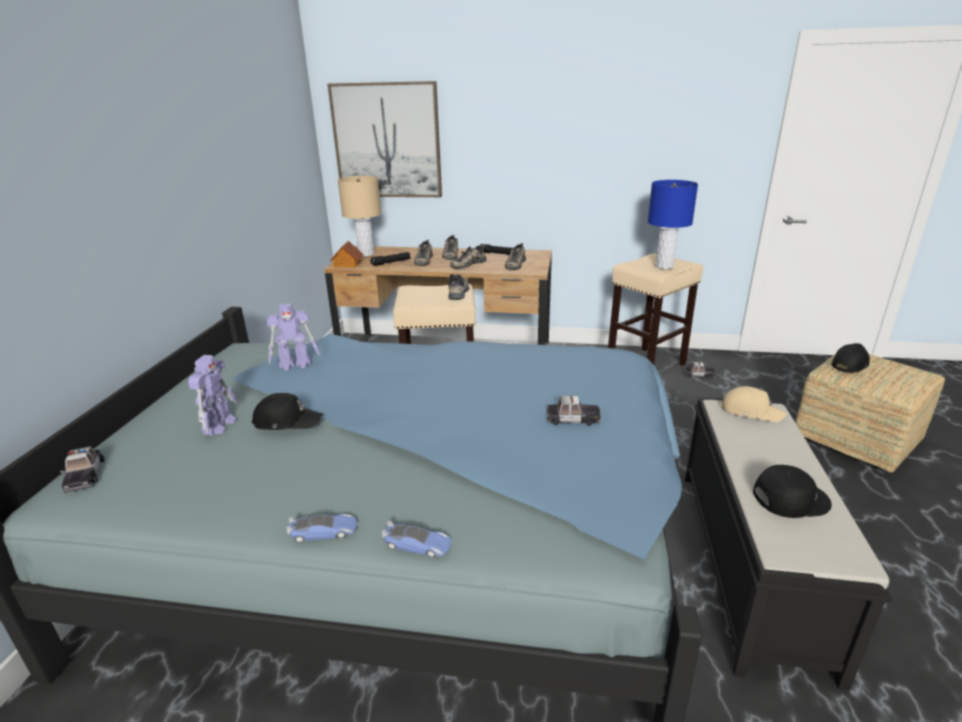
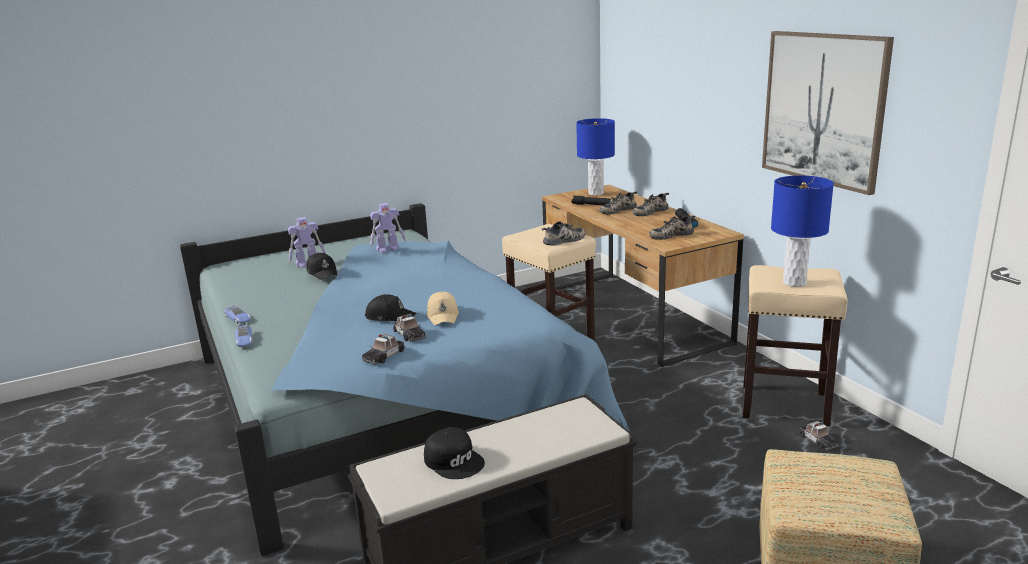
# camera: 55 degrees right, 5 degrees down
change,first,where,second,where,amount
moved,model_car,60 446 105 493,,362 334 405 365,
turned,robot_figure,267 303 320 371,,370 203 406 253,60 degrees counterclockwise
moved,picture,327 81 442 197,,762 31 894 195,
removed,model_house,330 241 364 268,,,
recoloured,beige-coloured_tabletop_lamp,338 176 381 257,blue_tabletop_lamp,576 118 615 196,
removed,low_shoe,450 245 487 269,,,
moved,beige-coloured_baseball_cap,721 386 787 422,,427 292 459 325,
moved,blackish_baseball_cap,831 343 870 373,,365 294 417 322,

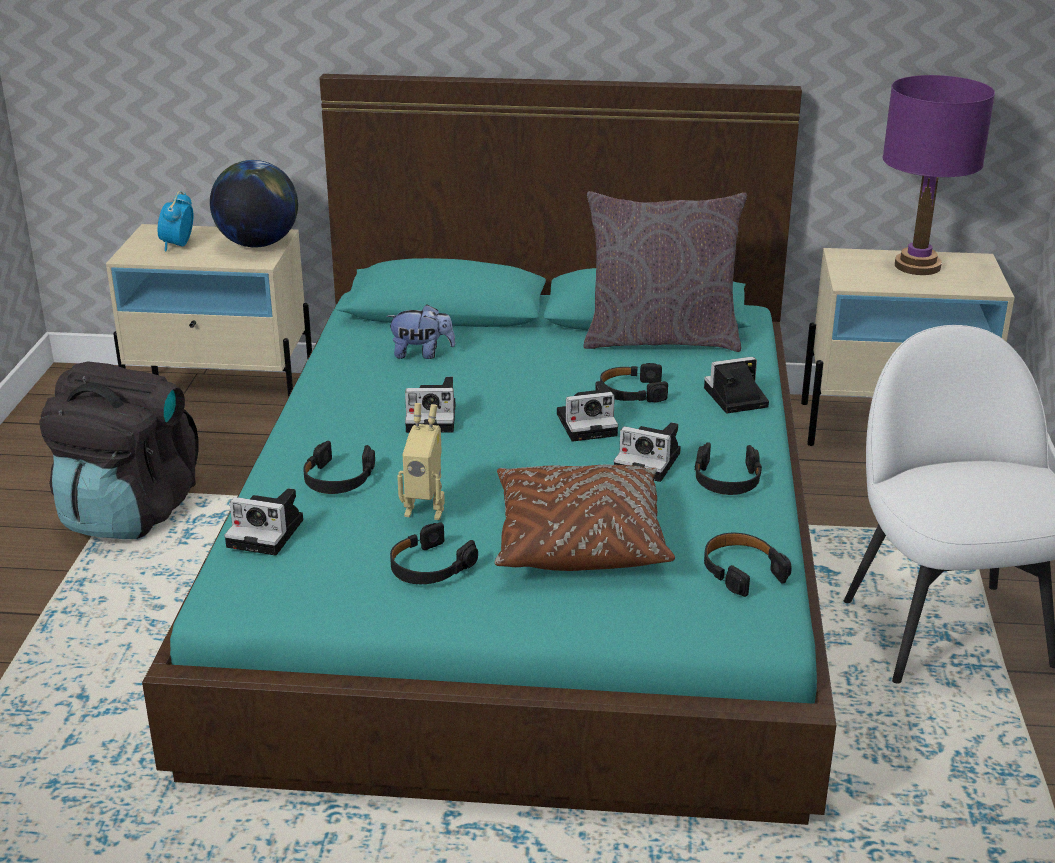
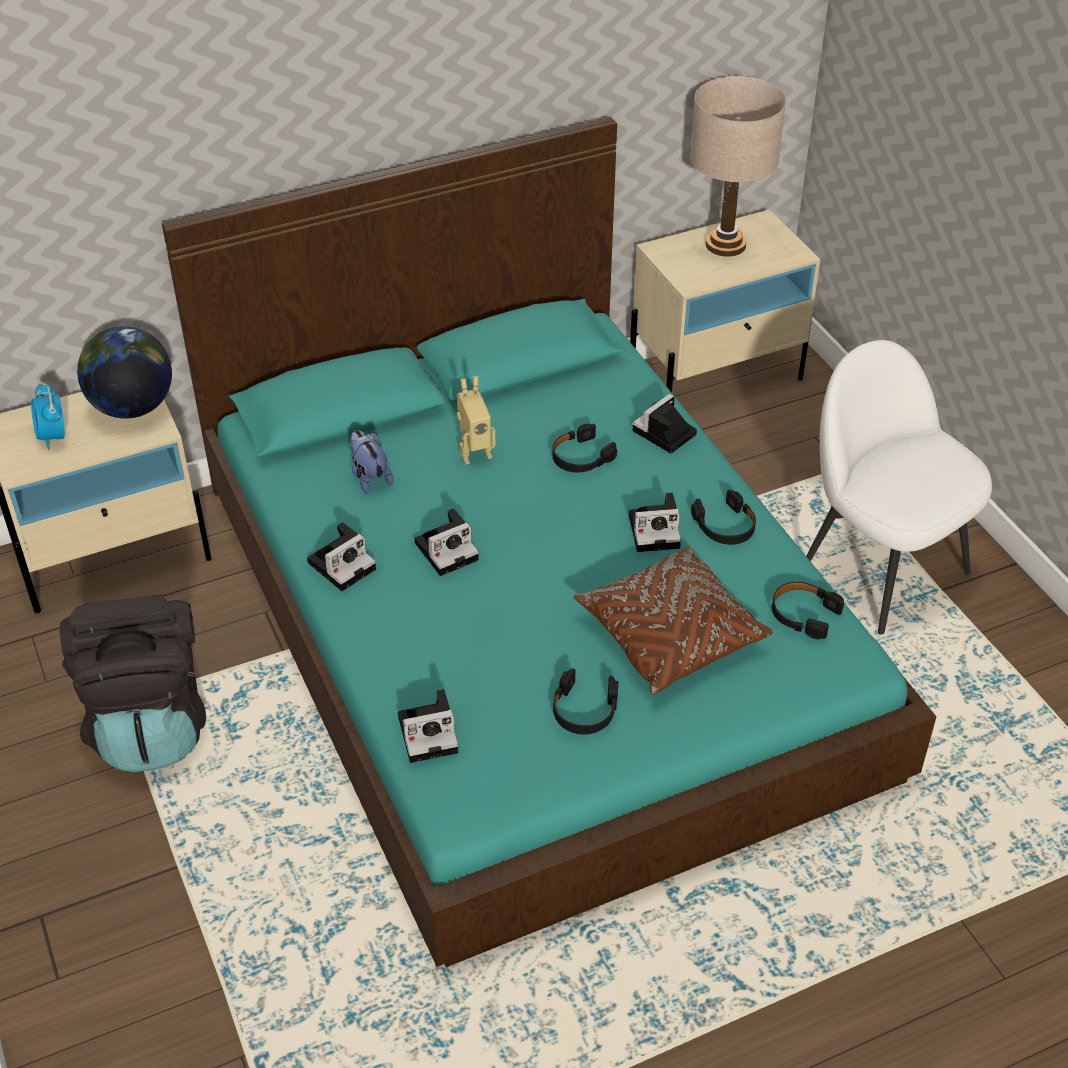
# camera: 30 degrees left, 15 degrees up
change,first,where,second,where,amount
removed,blackish_pair_of_headphones,303 441 375 494,,,
turned,cuddly_toy,386 304 455 359,,350 430 394 494,90 degrees counterclockwise
moved,robot_figure,397 403 445 520,,457 376 496 465,
moved,photo_camera,557 381 618 442,,307 522 376 591,
removed,gray_throw_pillow,583 191 747 352,,,
recoloured,purple_tabletop_lamp,882 75 995 275,beige-coloured_tabletop_lamp,690 76 786 257,

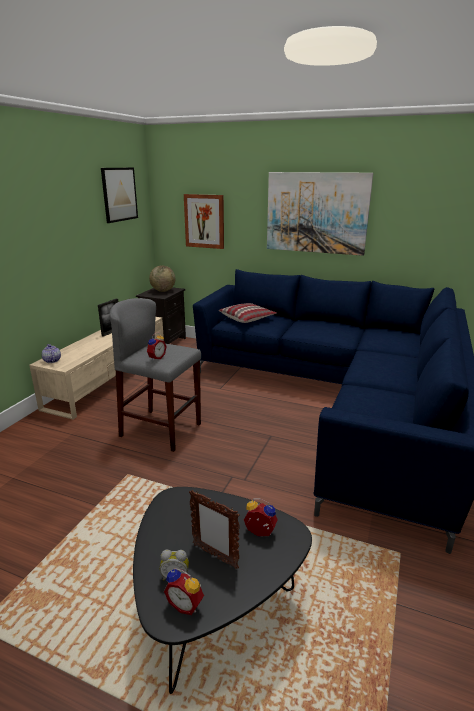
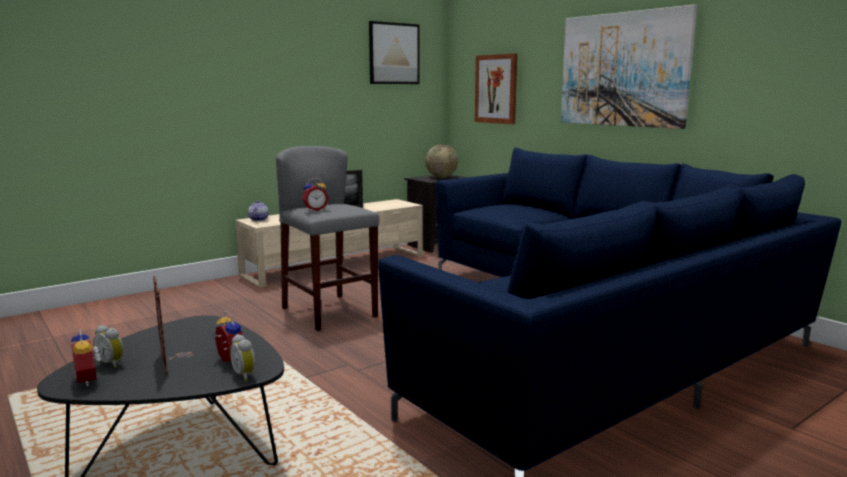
# camera: 30 degrees right, 10 degrees down
change,first,where,second,where,amount
removed,throw_pillow,219 303 277 323,,,
added,,,alarm_clock,230 334 255 381,

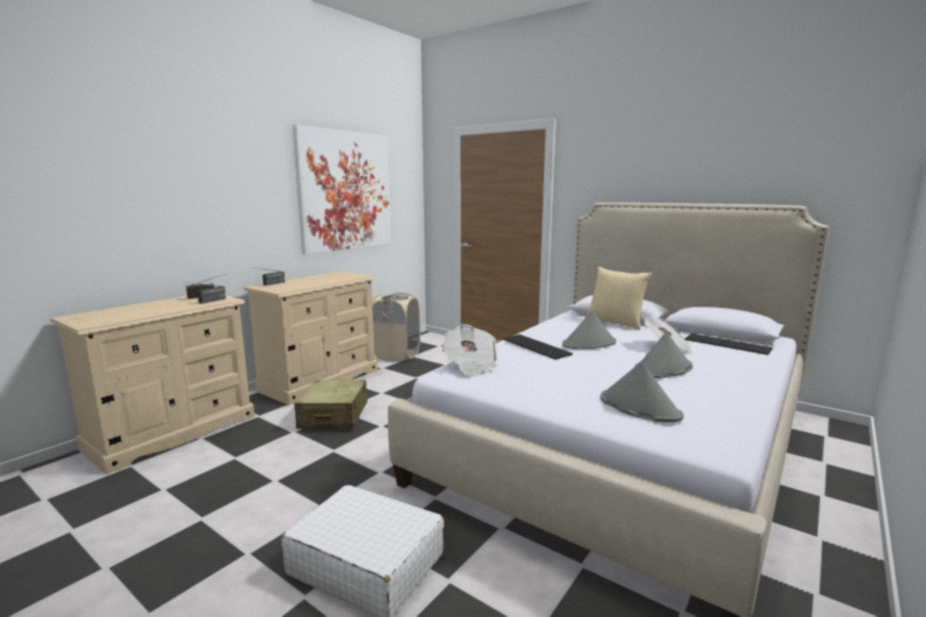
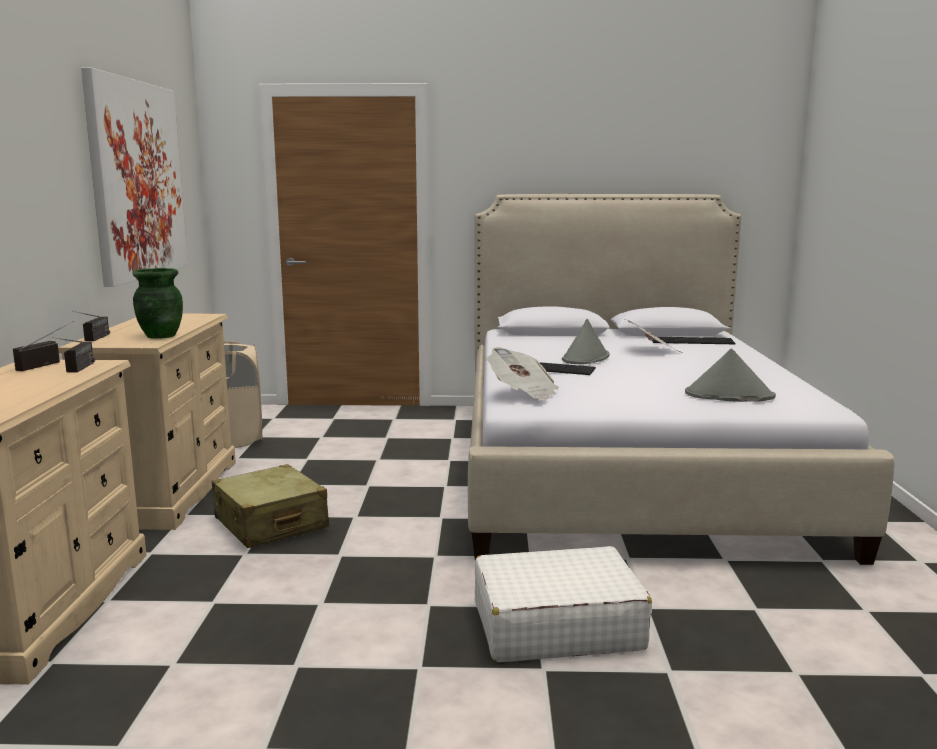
# camera: 35 degrees left, 0 degrees up
change,first,where,second,where,amount
removed,throw_pillow,586 267 653 330,,,
removed,gray_clothing_hat,634 332 693 379,,,
added,,,greenish_vase,132 268 183 339,

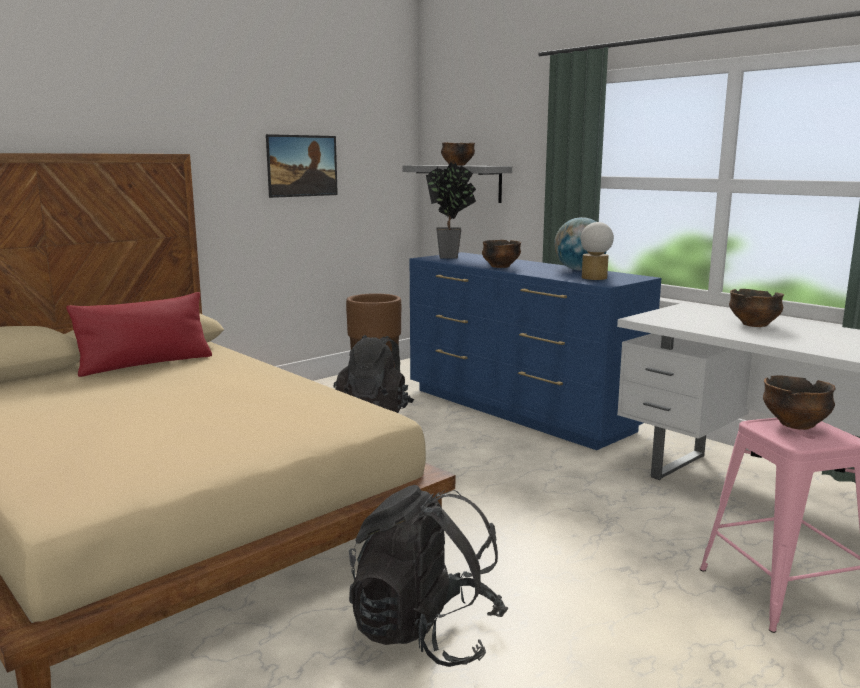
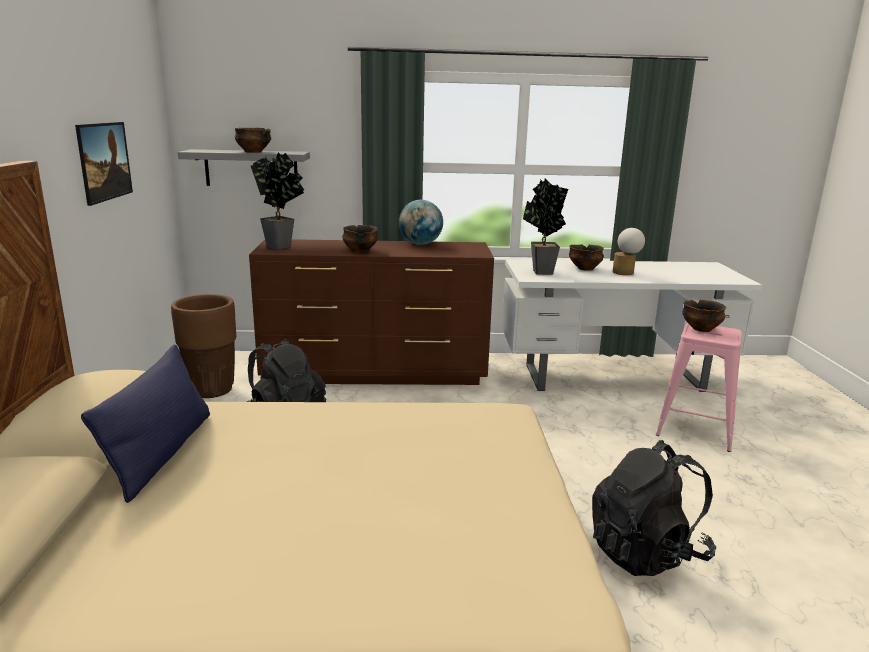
# camera: 50 degrees left, 5 degrees up
change,first,where,second,where,amount
recoloured,red_throw_pillow,66 292 212 377,blue_throw_pillow,81 344 210 503,
recoloured,blue_chest_of_drawers,410 252 661 450,brownish_chest_of_drawers,249 239 494 385,
moved,tabletop_lamp,581 222 614 280,,613 228 645 275,
added,,,plant_in_a_pot,523 179 568 275,

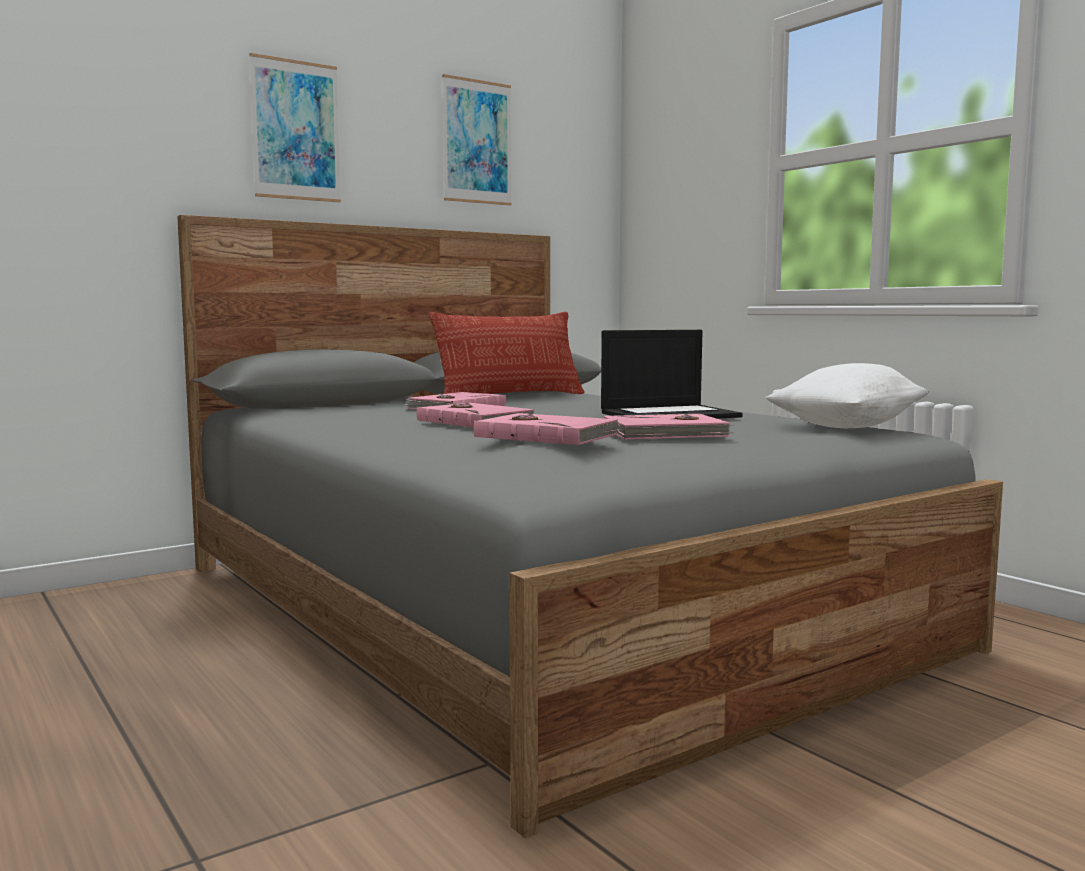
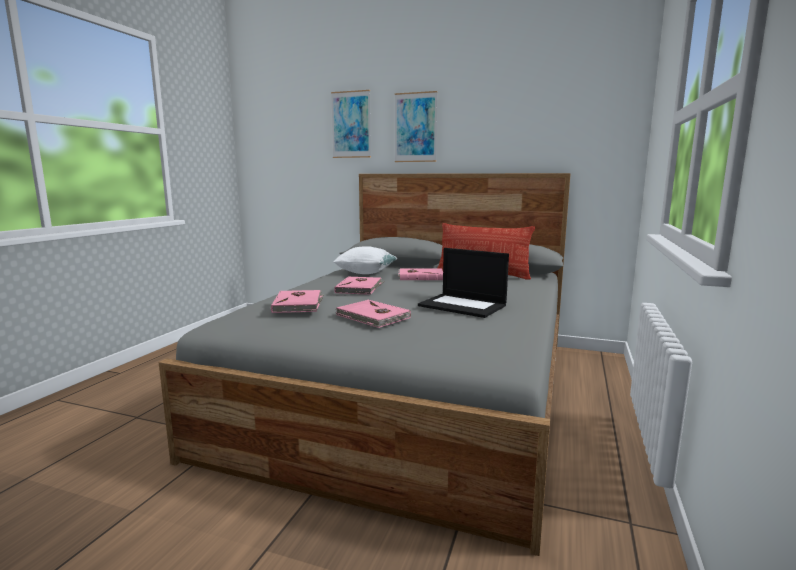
# camera: 55 degrees right, 5 degrees up
change,first,where,second,where,amount
moved,picture,442 74 512 206,,331 90 371 158,
moved,white_throw_pillow,765 363 929 428,,333 246 397 274,

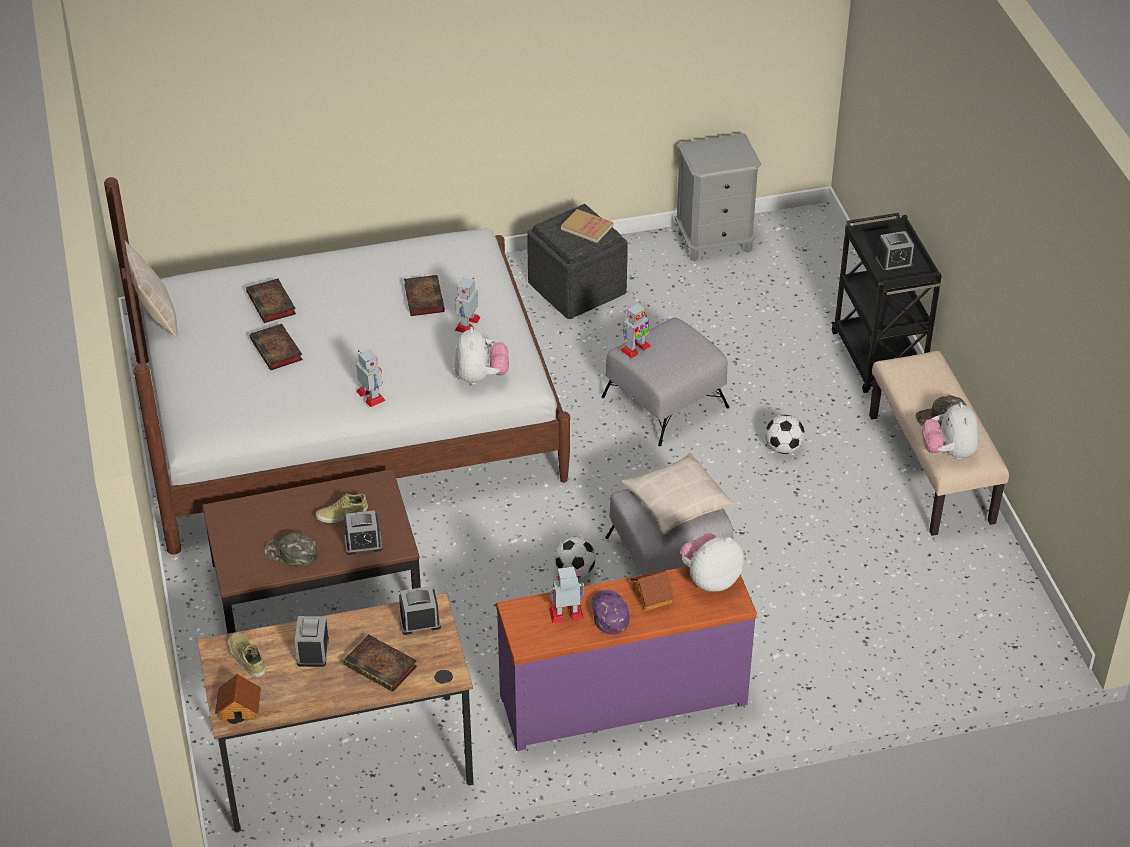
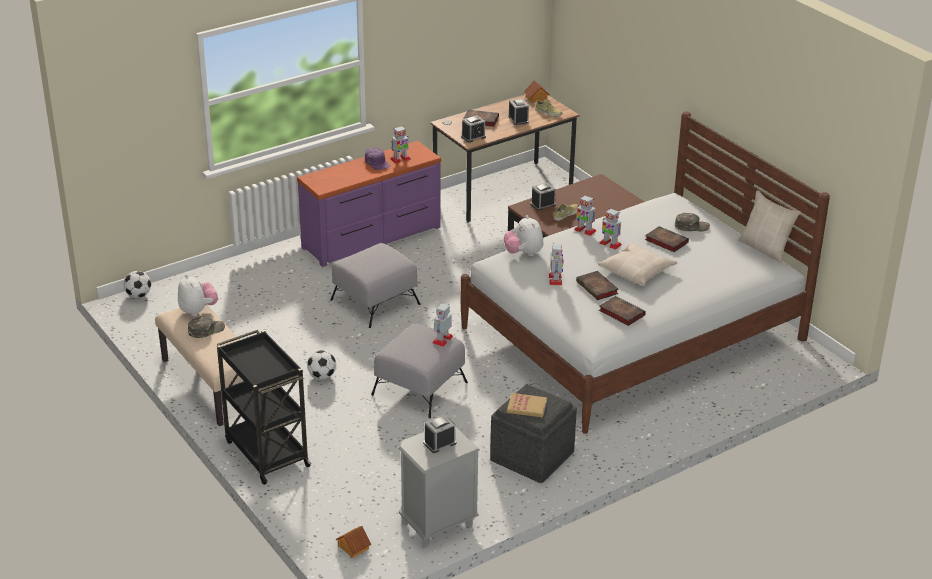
# camera: 160 degrees right, 10 degrees down
change,first,where,second,where,amount
moved,volume,246 279 296 323,,599 296 646 326,
moved,greenish_baseball_cap,264 533 318 566,,675 213 710 231,
moved,football_ball,554 537 596 578,,124 271 151 298,
moved,beige-coloured_throw_pillow,621 453 734 535,,598 242 677 286,
moved,model_house,630 571 674 611,,336 526 371 558,
removed,cuddly_toy,680 533 744 591,,,
moved,alarm_clock,875 231 914 273,,423 414 456 453,
added,,,robot_figure,600 208 622 250,

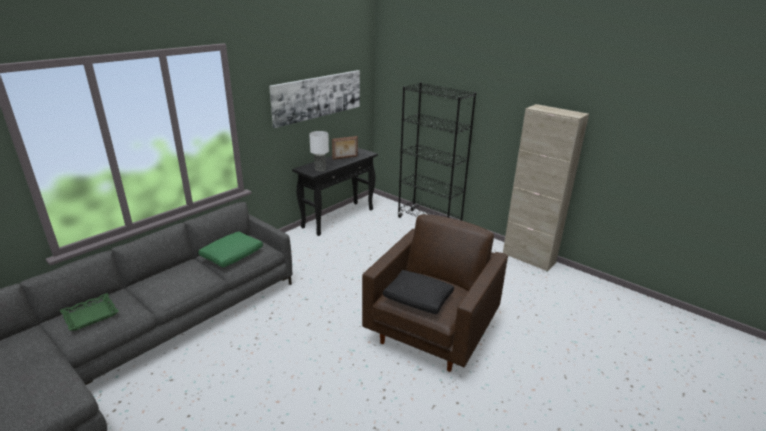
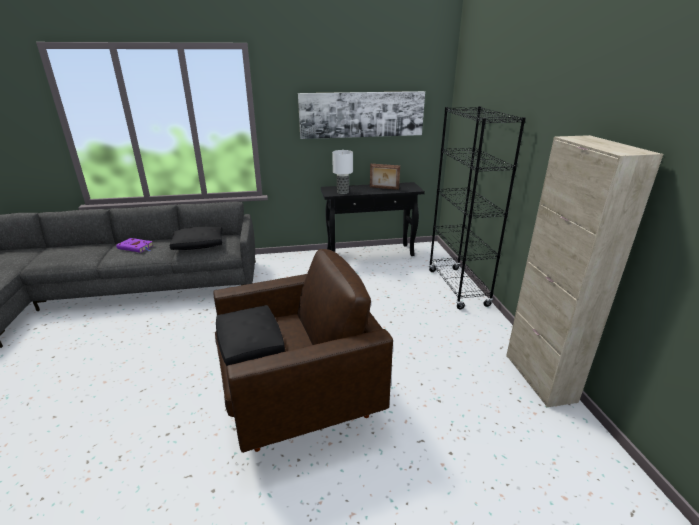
# camera: 40 degrees right, 0 degrees up
change,first,where,second,where,amount
removed,greenish_carrying_tray,60 293 119 331,,,
recoloured,greenish_throw_pillow,198 231 263 268,blackish_throw_pillow,170 226 222 250,
added,,,purple_volume,116 238 154 253,

